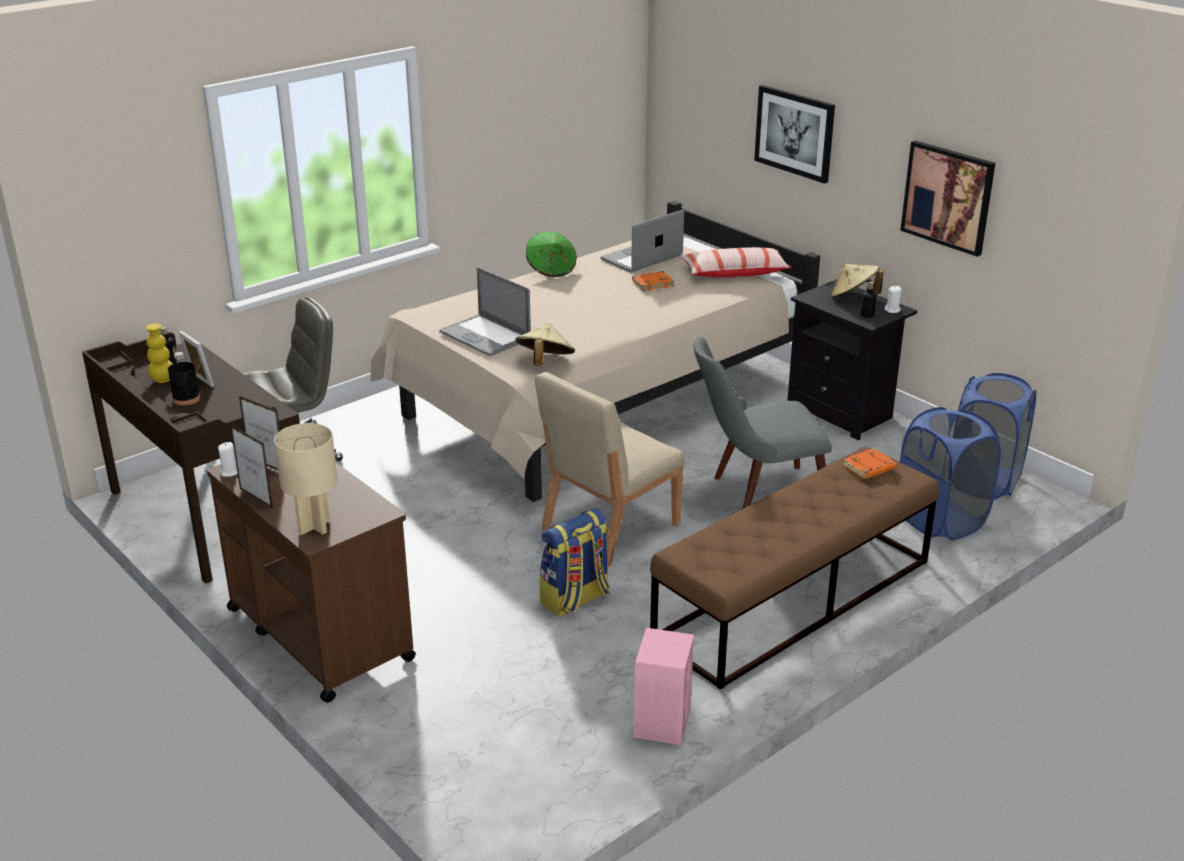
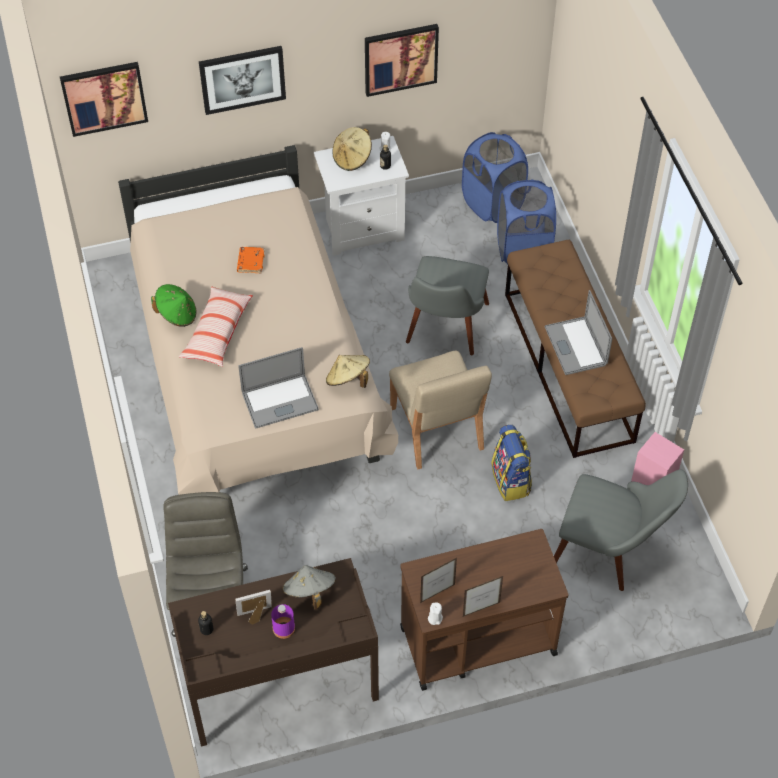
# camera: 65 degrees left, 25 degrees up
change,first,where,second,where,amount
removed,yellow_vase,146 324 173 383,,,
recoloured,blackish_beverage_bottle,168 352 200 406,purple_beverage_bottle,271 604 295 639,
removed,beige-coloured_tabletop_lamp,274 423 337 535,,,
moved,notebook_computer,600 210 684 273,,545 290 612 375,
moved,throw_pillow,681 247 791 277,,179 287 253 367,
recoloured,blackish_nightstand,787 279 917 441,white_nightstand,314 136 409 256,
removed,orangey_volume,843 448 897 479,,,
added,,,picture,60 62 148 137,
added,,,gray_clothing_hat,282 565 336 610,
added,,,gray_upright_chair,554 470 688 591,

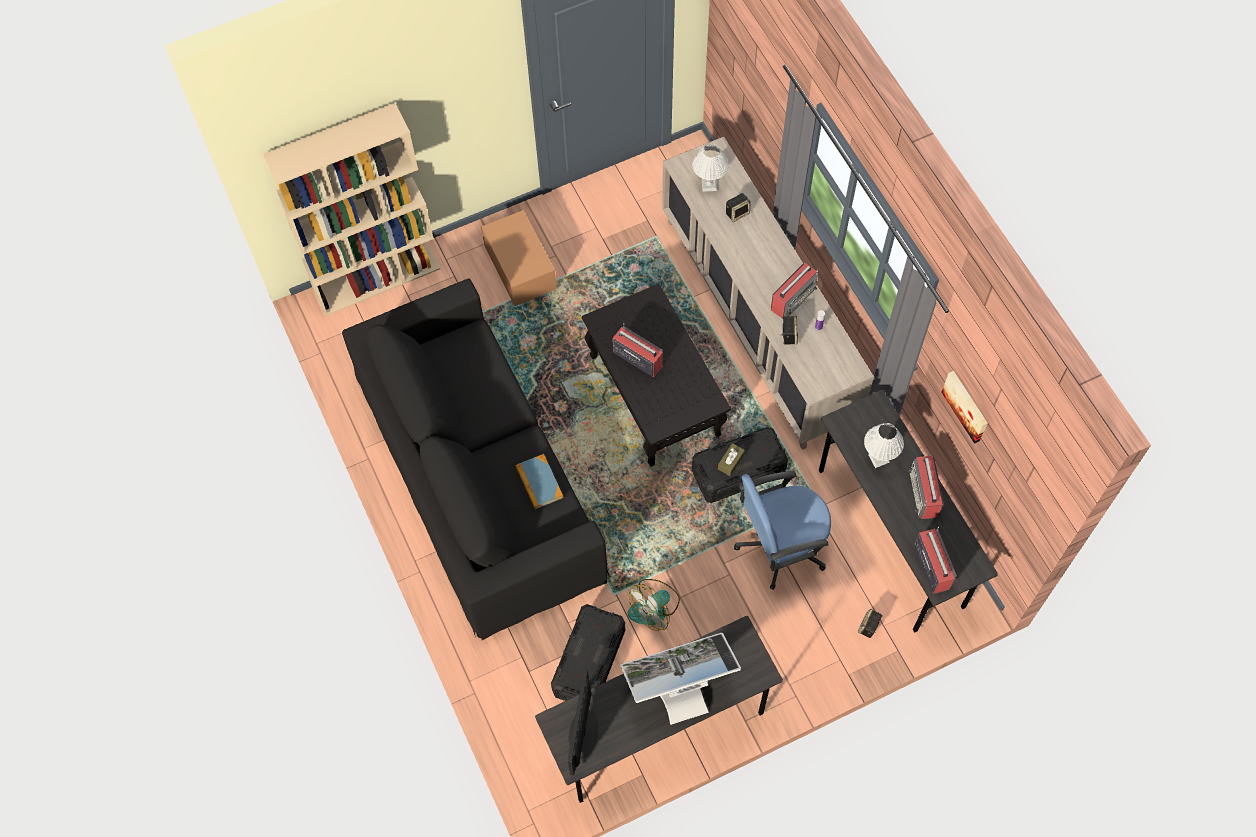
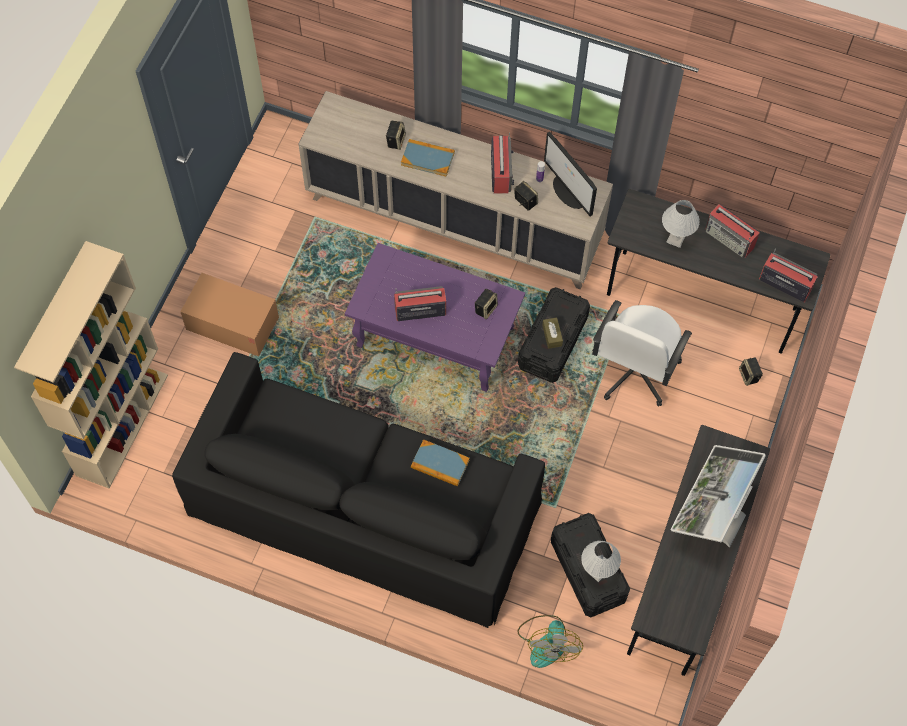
# camera: 45 degrees left, 0 degrees up
change,first,where,second,where,amount
moved,monitor,568 669 599 775,,544 132 597 216,
recoloured,blackish_lounge_table,582 284 731 467,purple_lounge_table,345 243 525 392,
moved,fan,628 579 680 631,,517 615 583 668,
moved,white_tabletop_lamp,692 144 729 192,,581 541 621 582,
recoloured,blue_office_chair,734 471 831 590,white_office_chair,592 300 692 406,
removed,picture,941 371 988 444,,,
added,,,volume,401 139 455 177,
added,,,speaker,475 289 498 319,

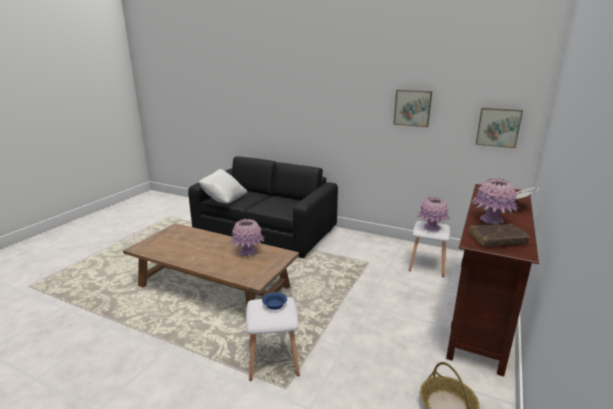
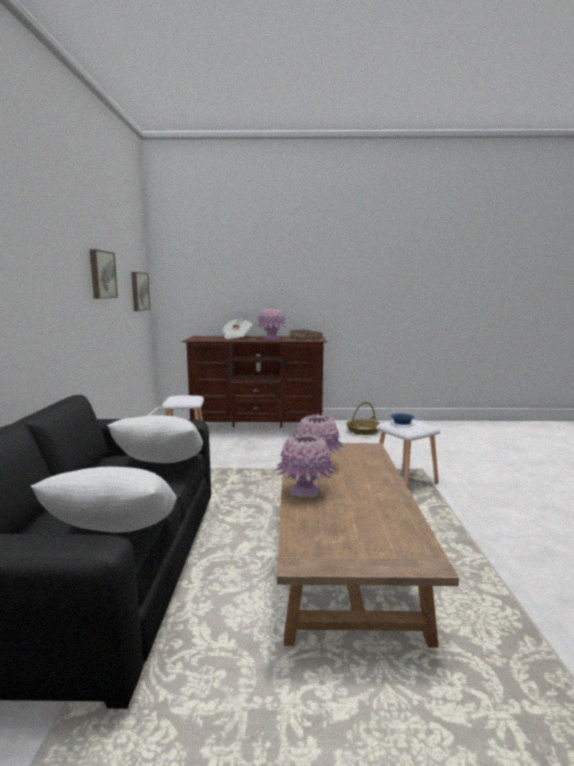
# camera: 115 degrees left, 10 degrees down
change,first,where,second,where,amount
moved,pink_vase,417 197 450 231,,275 432 336 498,
added,,,white_throw_pillow,107 415 203 463,

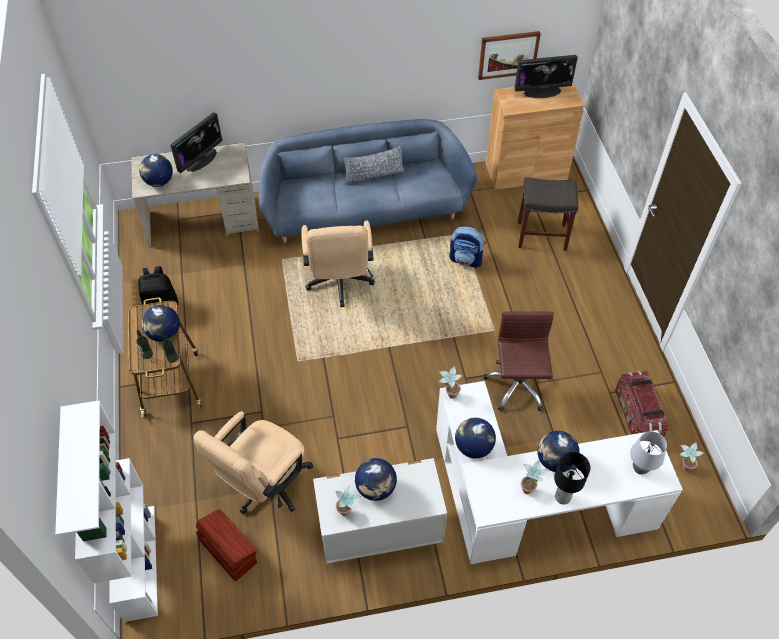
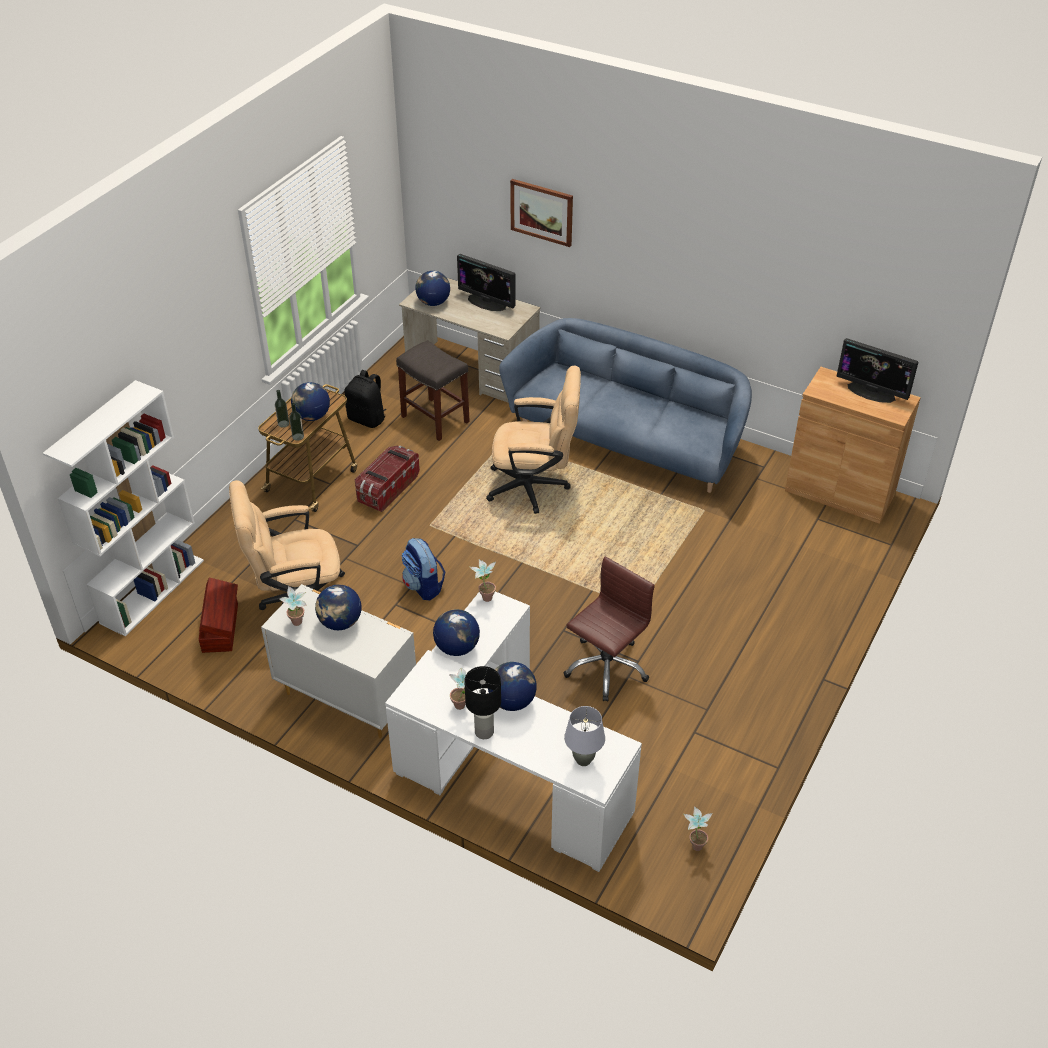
# camera: 40 degrees right, 10 degrees down
change,first,where,second,where,amount
turned,monitor,170 112 223 173,,457 254 516 311,45 degrees clockwise
turned,beige-coloured_office_chair,301 220 375 307,,486 366 581 514,120 degrees counterclockwise
removed,throw_pillow,342 145 405 185,,,
moved,rucksack,449 226 486 268,,402 538 445 600,
moved,picture,478 31 541 80,,510 179 573 247,
moved,gray_stool,518 177 578 251,,396 340 470 441,
moved,storage_container,615 371 668 437,,355 445 420 512,

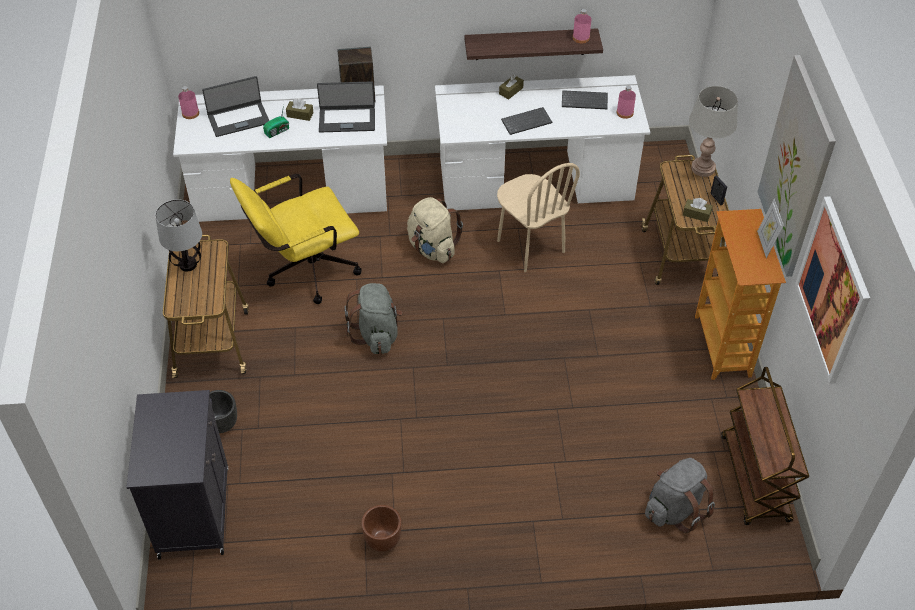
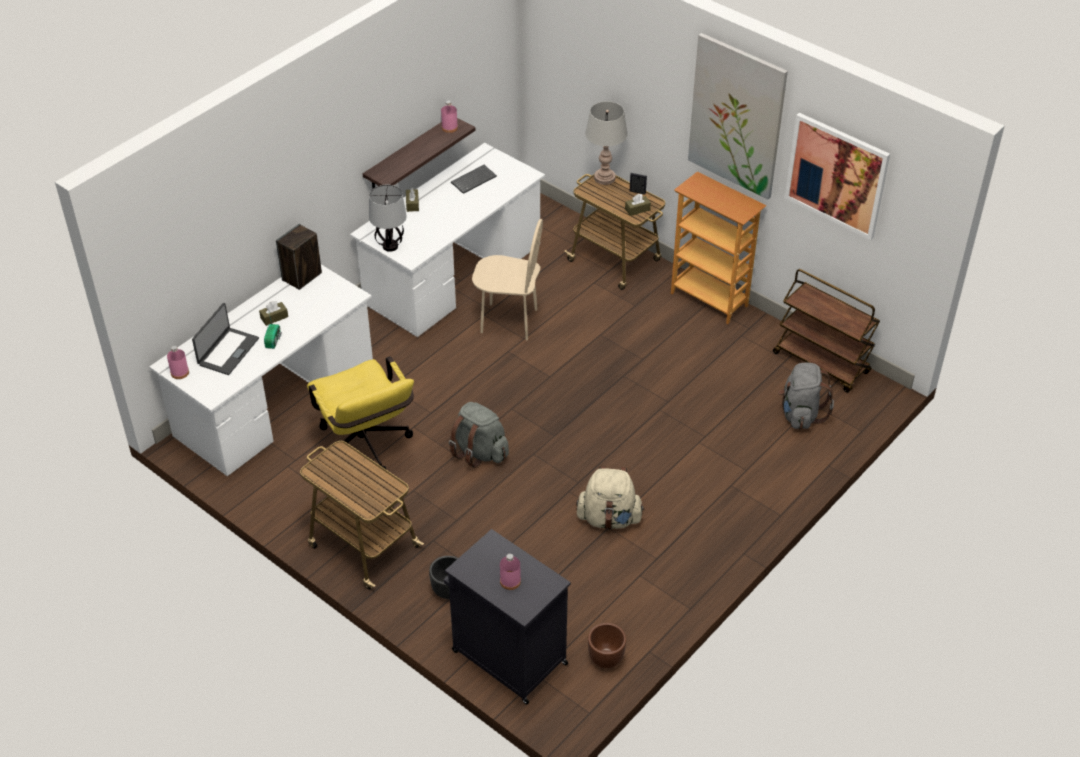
# camera: 45 degrees left, 5 degrees down
change,first,where,second,where,amount
moved,tabletop_lamp,155 199 202 272,,369 185 407 252,
turned,yellow_office_chair,230 174 362 304,,307 357 414 469,45 degrees counterclockwise
removed,notebook_computer,317 81 375 132,,,
moved,brownish_planter,361 505 401 552,,588 623 626 668,
moved,beige-coloured_rucksack,407 197 463 263,,576 466 645 529,
removed,computer_keyboard,501 107 552 135,,,
moved,pink_beverage_bottle,617 86 636 119,,500 554 521 590,
removed,standing_frame,757 199 784 258,,,

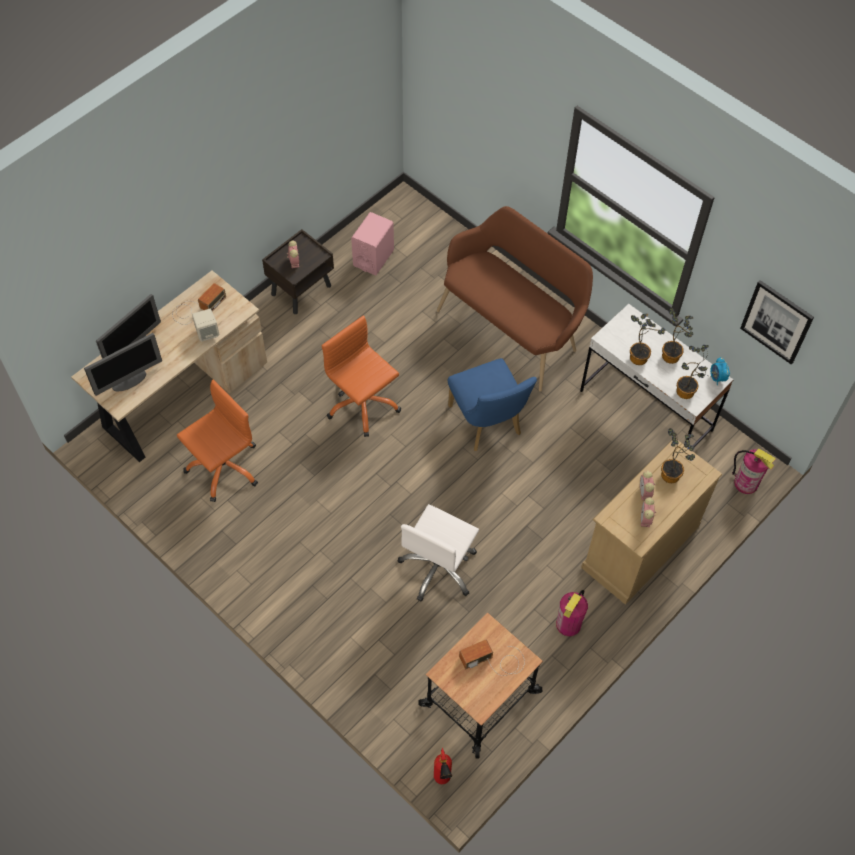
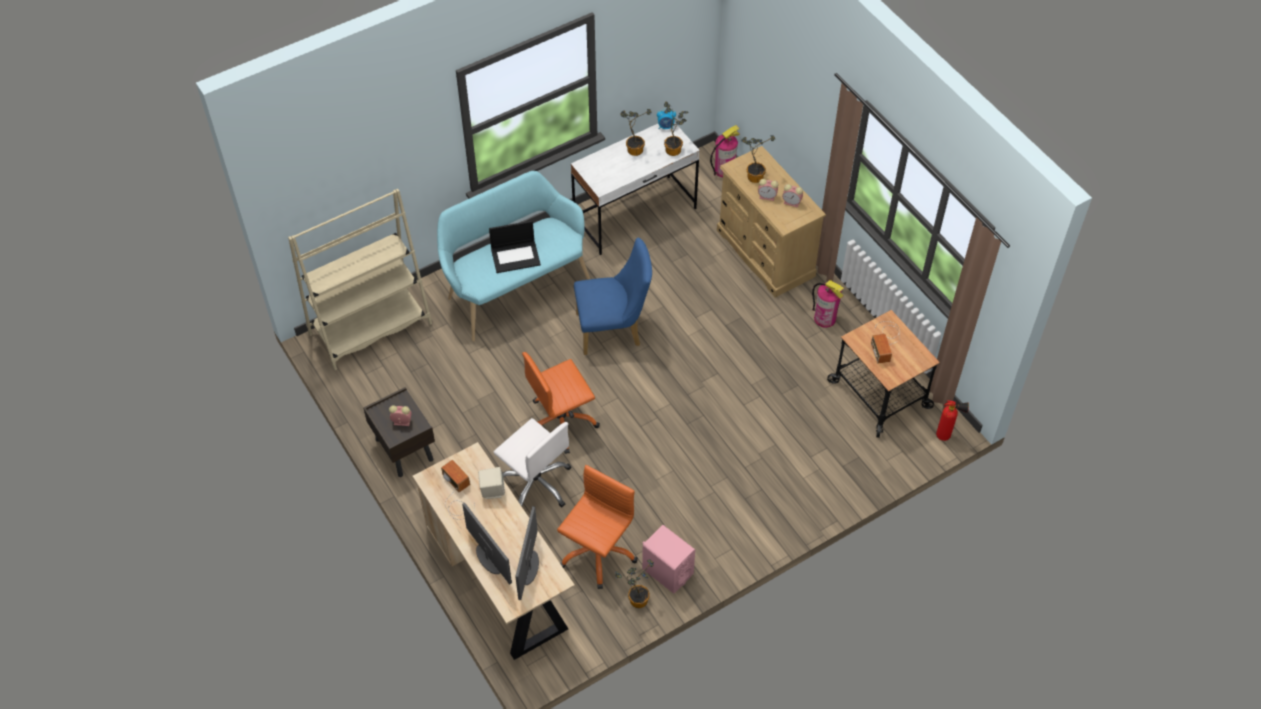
# camera: 75 degrees left, 5 degrees down
change,first,where,second,where,amount
turned,monitor,84 333 162 396,,515 506 539 600,150 degrees counterclockwise
turned,orangey_office_chair,177 380 258 502,,557 465 638 589,60 degrees clockwise
moved,pink_speaker,351 212 394 275,,642 525 695 594,
moved,white_office_chair,398 504 479 602,,494 418 571 507,
recoloured,brownish_indoor_bench,437 206 593 392,turquoise-coloured_indoor_bench,437 171 590 341,
moved,plant_in_a_pot,630 314 665 365,,615 559 654 608,
removed,picture,740 280 814 364,,,
added,,,beige-coloured_bookshelf,288 189 432 370,
added,,,notebook_computer,489 221 541 273,

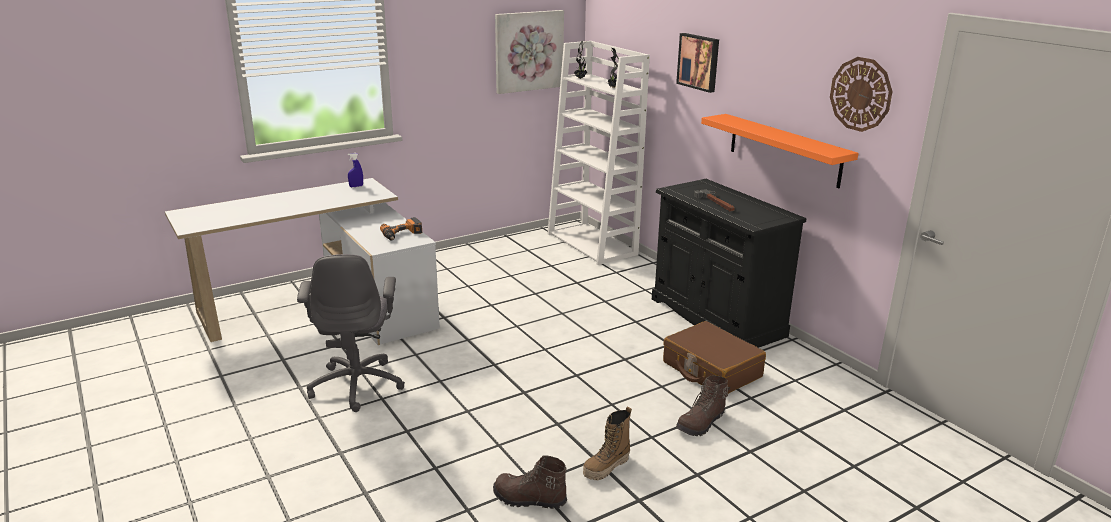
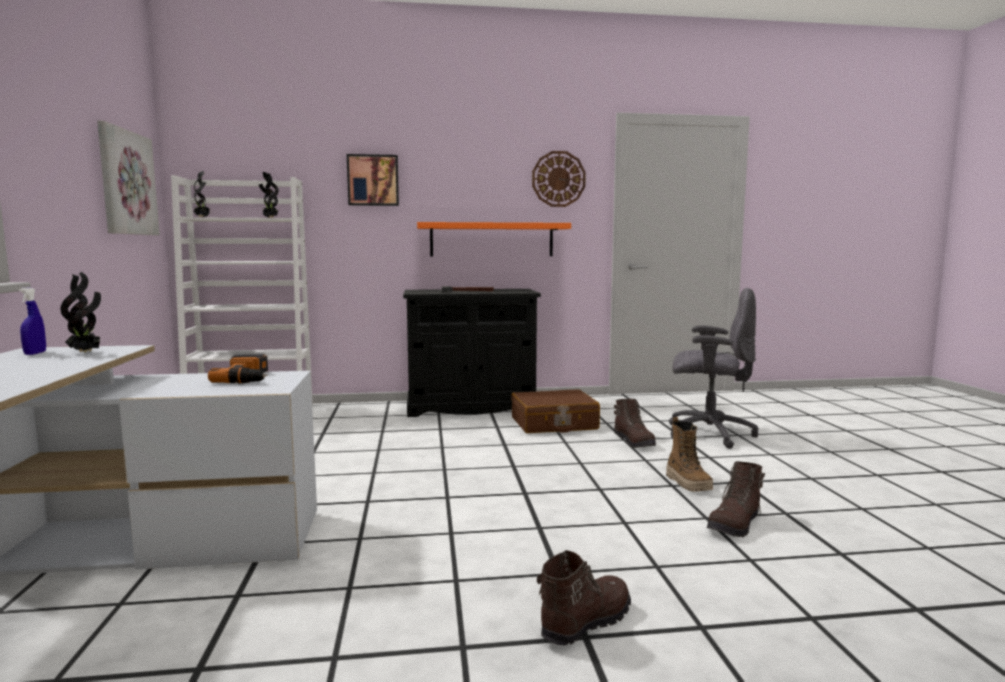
# camera: 65 degrees left, 15 degrees down
change,first,where,second,where,amount
moved,gray_office_chair,297 254 405 412,,669 288 758 449,
added,,,plant_in_a_pot,61 272 101 352,
added,,,brownish_high-top_boot,537 550 631 645,

